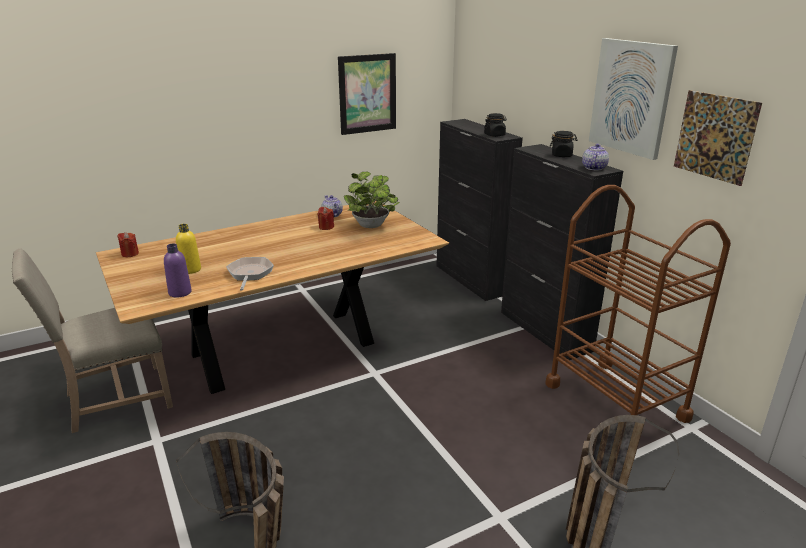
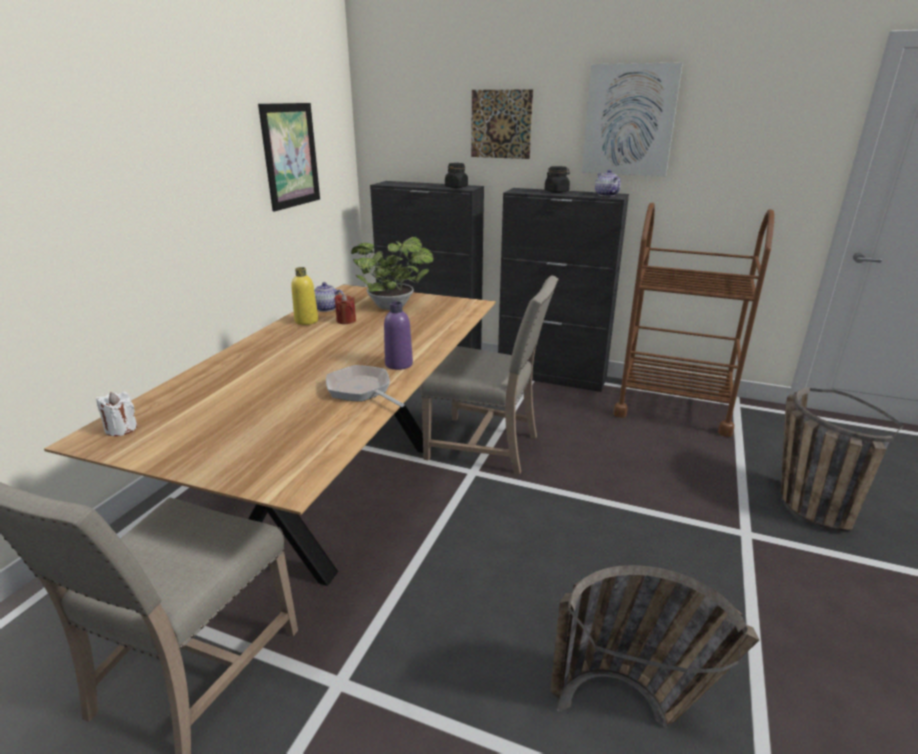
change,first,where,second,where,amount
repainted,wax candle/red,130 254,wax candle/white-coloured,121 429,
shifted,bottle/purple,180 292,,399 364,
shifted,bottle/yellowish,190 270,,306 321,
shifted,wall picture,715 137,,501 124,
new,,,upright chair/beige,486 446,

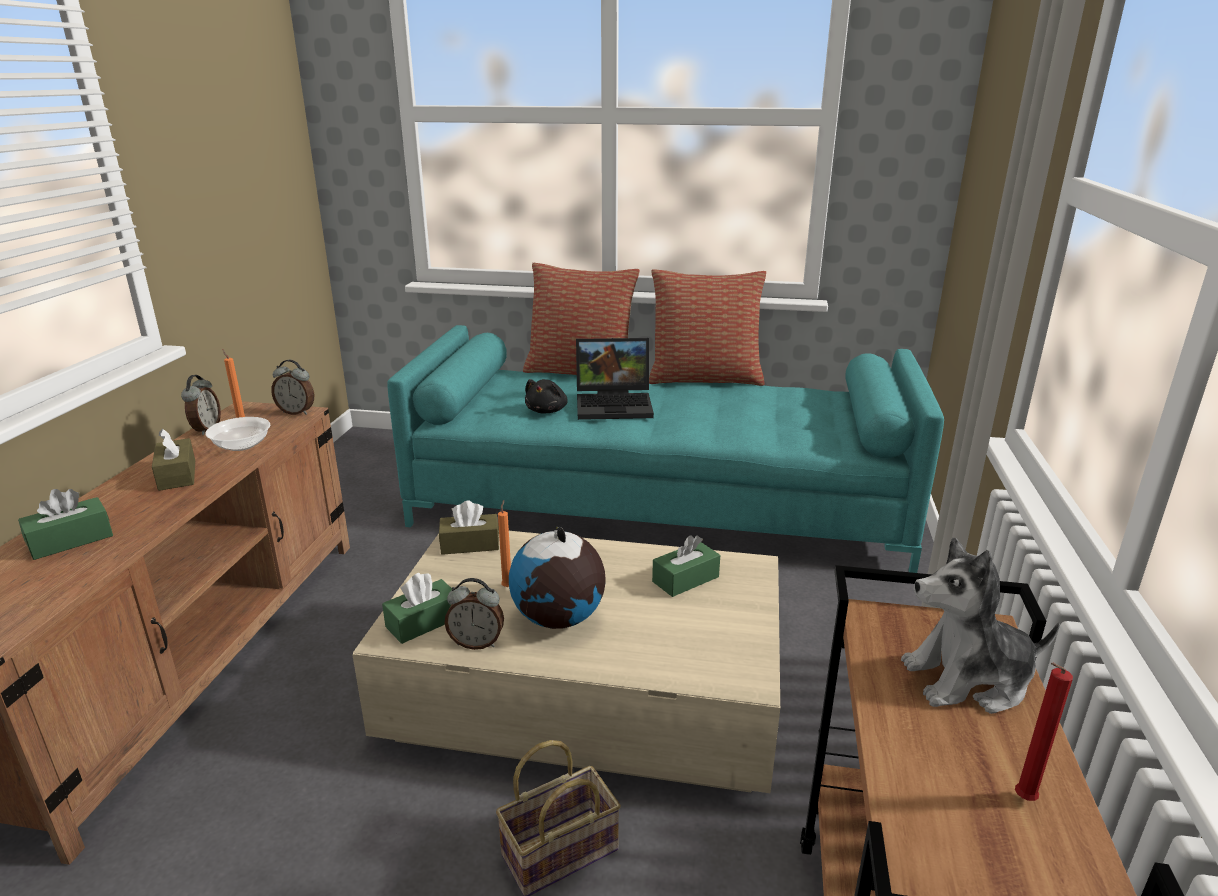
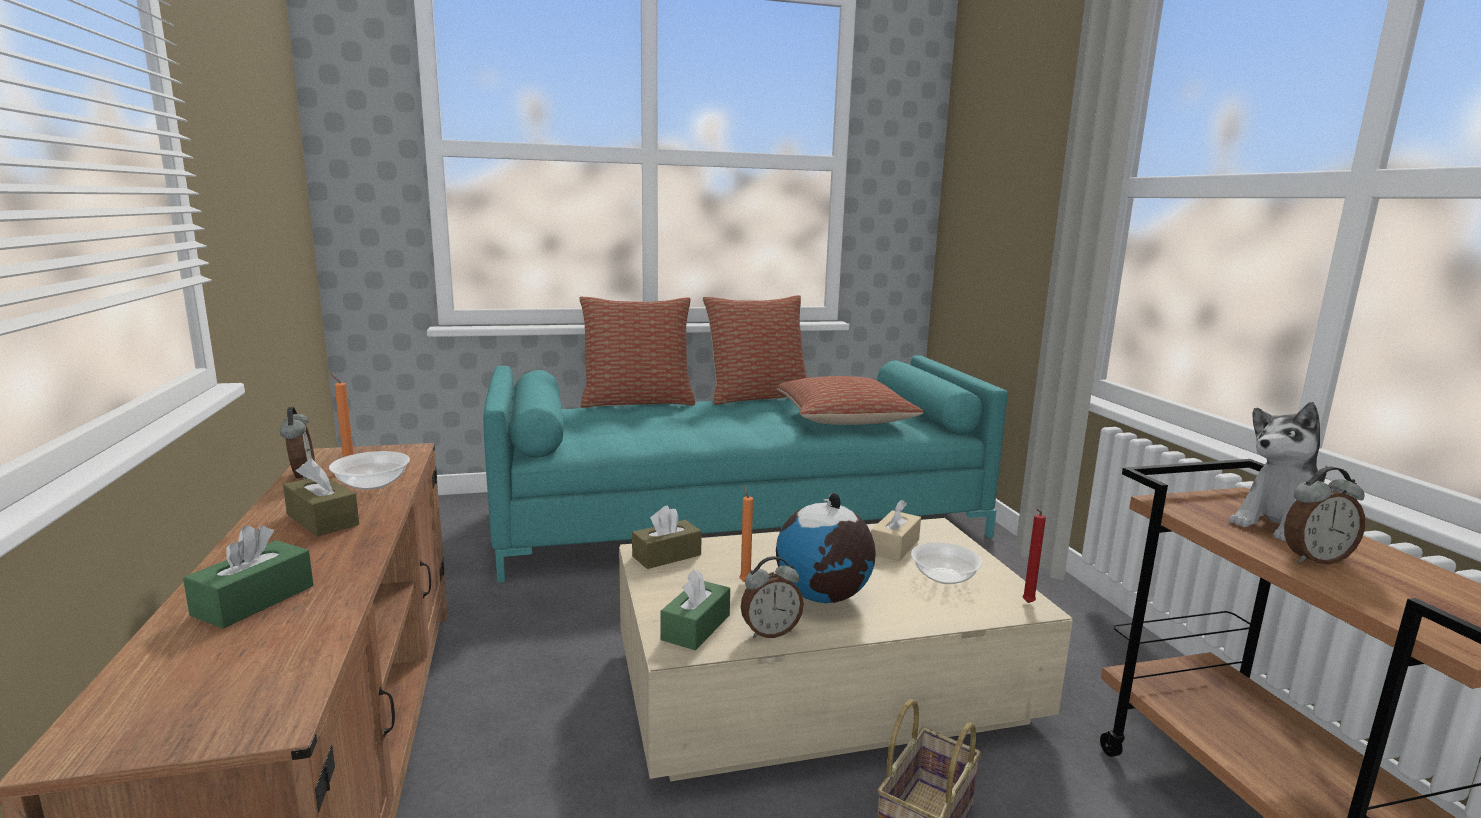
change,first,where,second,where,amount
shifted,table clock,297 412,,1314 559,
gone,plush toy/black,547 410,,,
gone,notebook computer,616 404,,,
repainted,tissue holder/green,685 579,tissue holder/beige,894 546,
shifted,wax candle/red,1021 799,,1027 603,
new,,,cushion,844 419,
new,,,serving bowl,944 577,

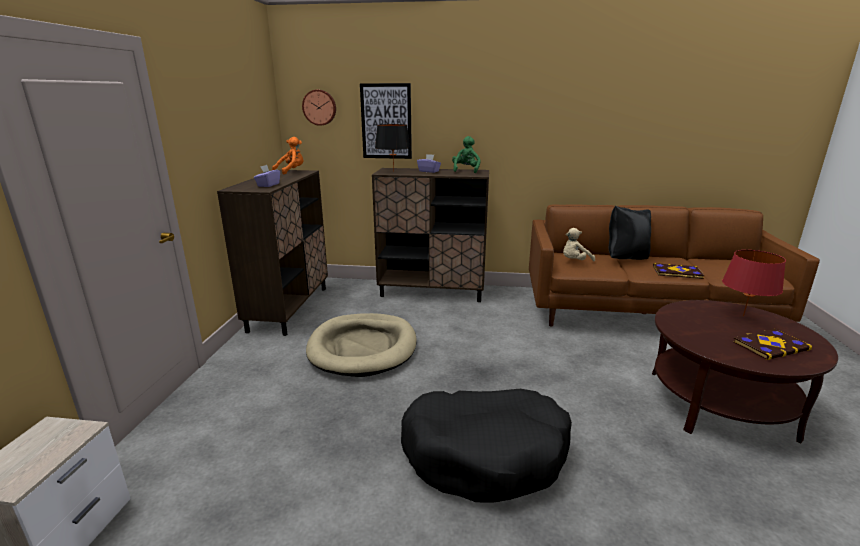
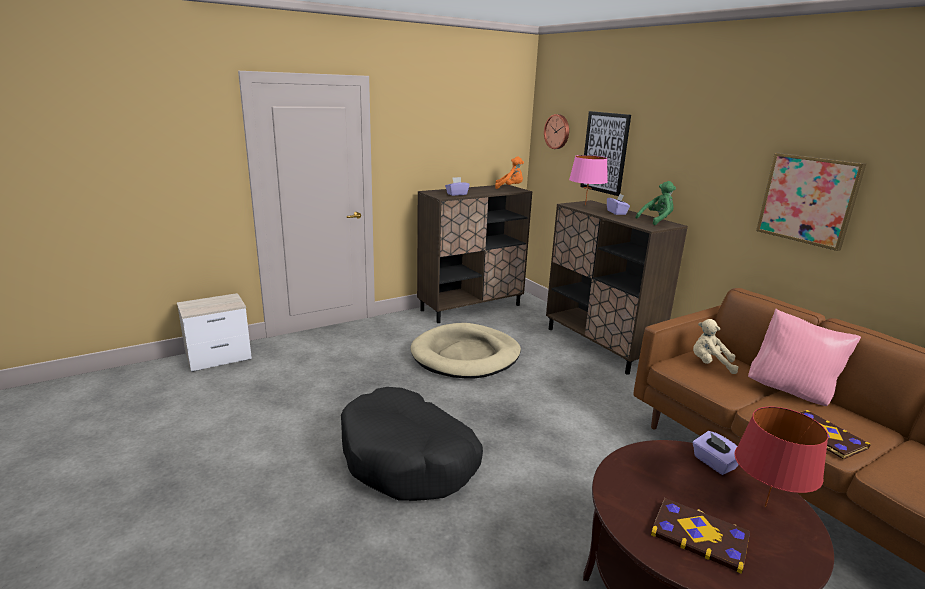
change,first,where,second,where,amount
repainted,lamp for a table/black,393 171,lamp for a table/pink-coloured,585 205,
repainted,cushion/black,625 259,cushion/pink-coloured,791 392,
new,,,tissue holder/purple,714 463,
new,,,wall picture,808 199,

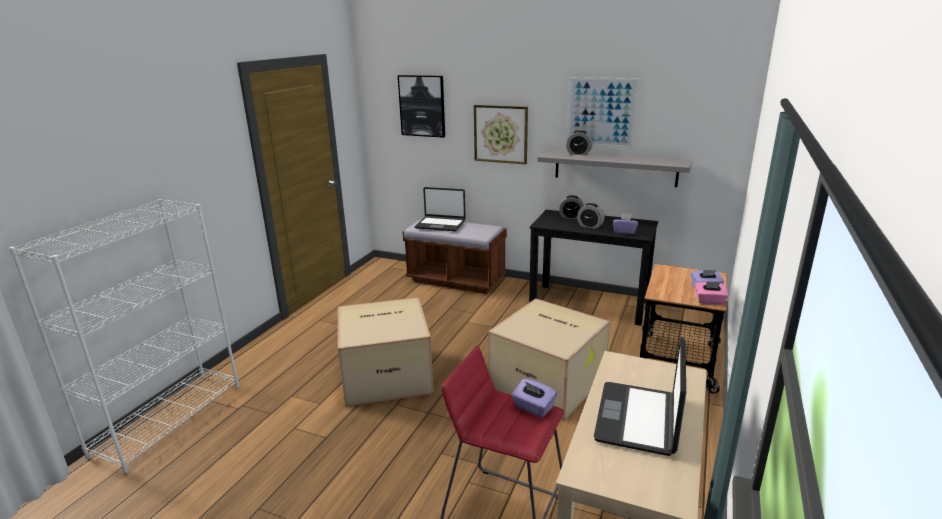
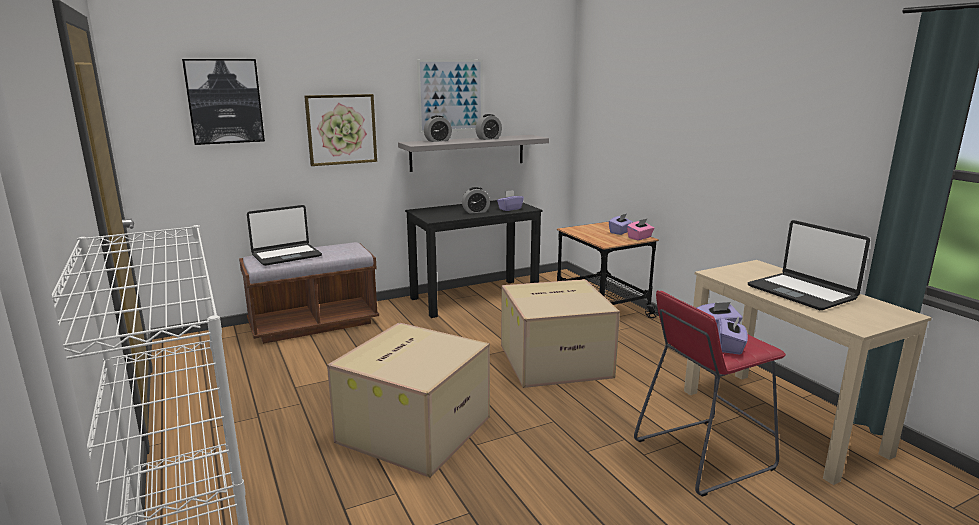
change,first,where,second,where,amount
shifted,table clock,571 217,,488 139,
new,,,tissue holder/purple,730 347,

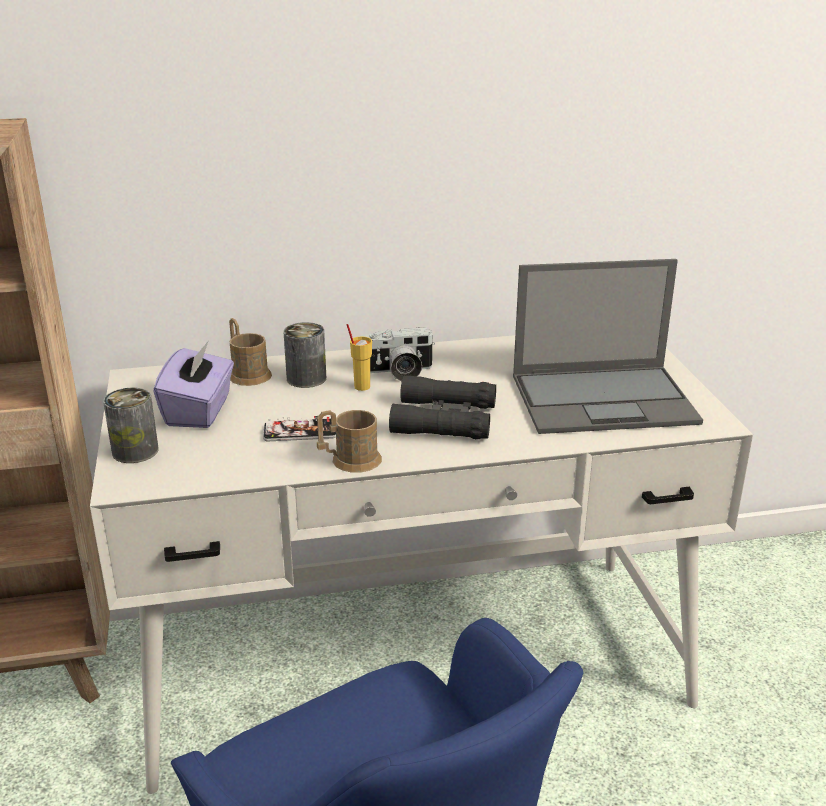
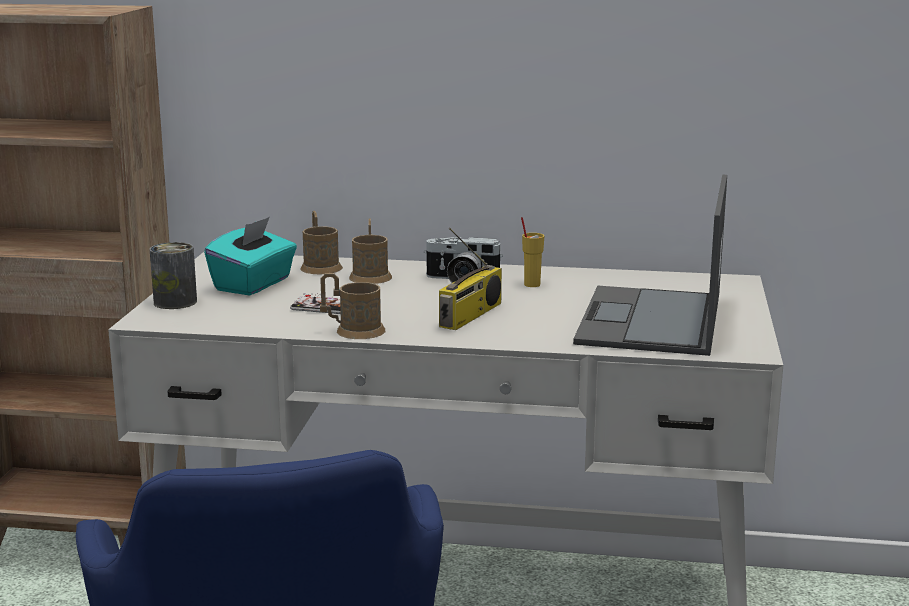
change,first,where,second,where,amount
repainted,tissue holder/purple,199 411,tissue holder/turquoise-coloured,253 284,
swapped,sealed can,306 378,mug/brownish,370 275,
shifted,drinking cup/yellowish,361 386,,532 284,
swapped,pair of binoculars/black,444 419,radio set,471 316,
rotated,notebook computer,605 399,,651 322,90 degrees clockwise

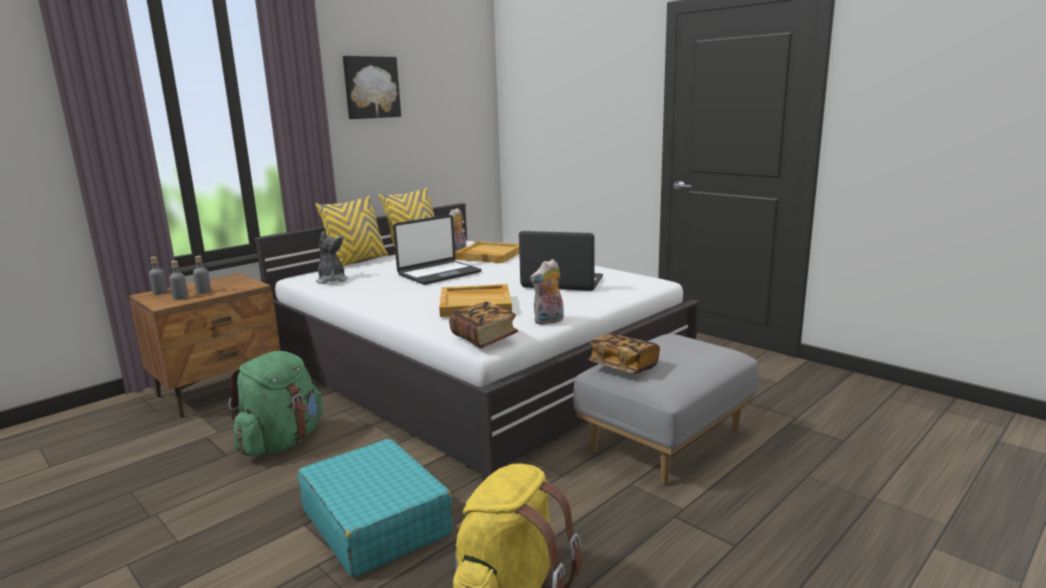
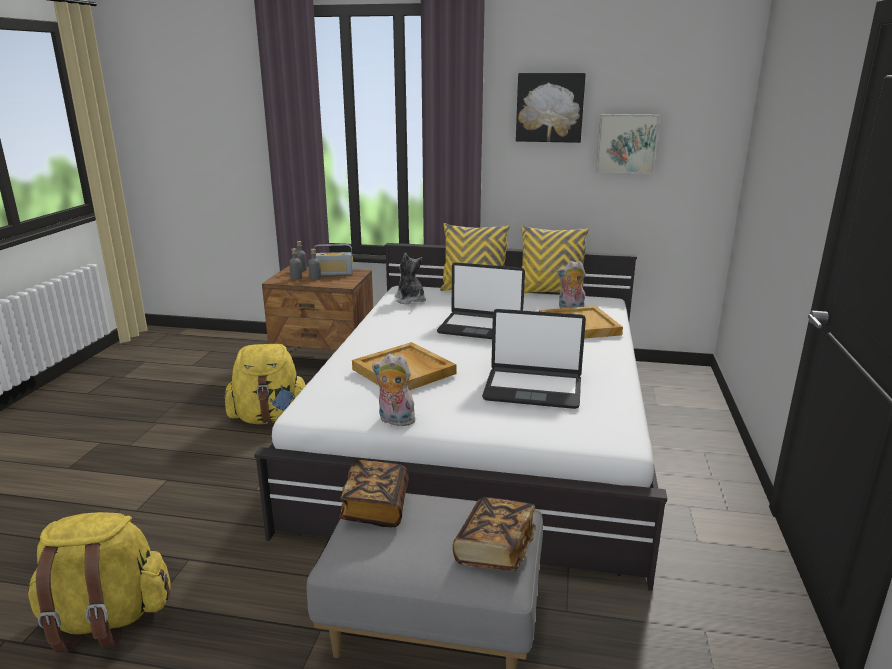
change,first,where,second,where,amount
repainted,backpack/green,282 442,backpack/yellowish,270 418,
gone,travel case/turquoise-coloured,376 521,,,
rotated,plush toy,331 280,,410 300,60 degrees counterclockwise
shifted,volume,484 338,,495 549,
rotated,notebook computer,562 283,,533 389,120 degrees clockwise
new,,,radio set,334 273,
new,,,wall picture,626 143,

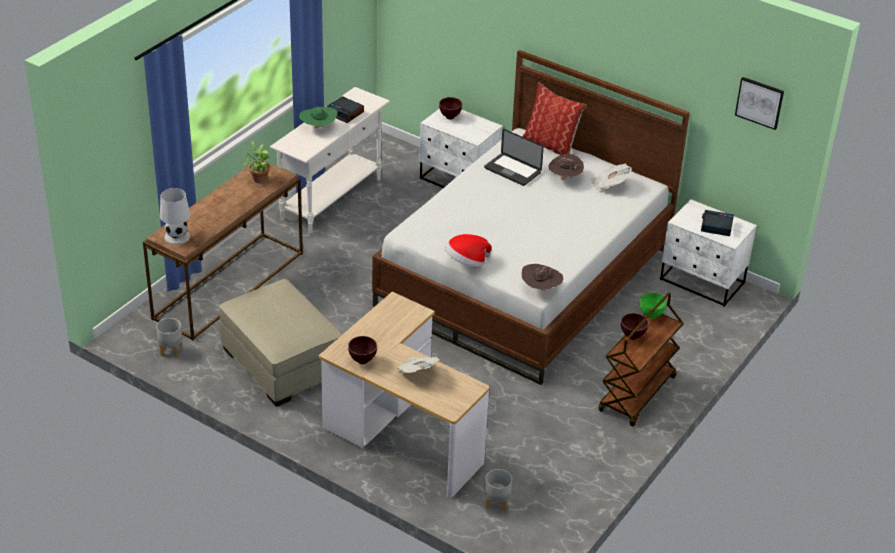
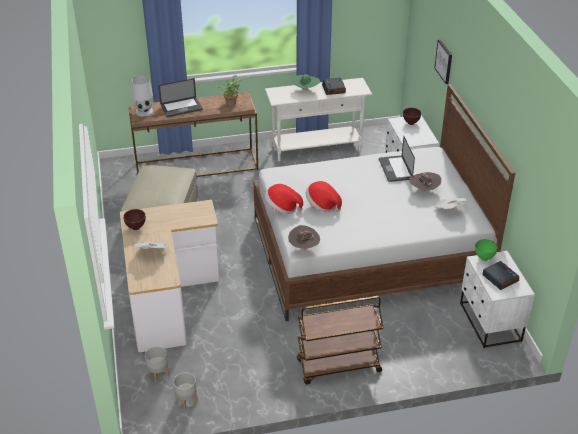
change,first,where,second,where,amount
shifted,planter/gray,171 351,,186 400,
gone,cushion,551 145,,,
gone,serving bowl/brownish,633 336,,,
shifted,serving bowl/green,650 315,,483 258,
shifted,wall picture,759 102,,444 61,
new,,,notebook computer,181 108,
new,,,hat,322 205,

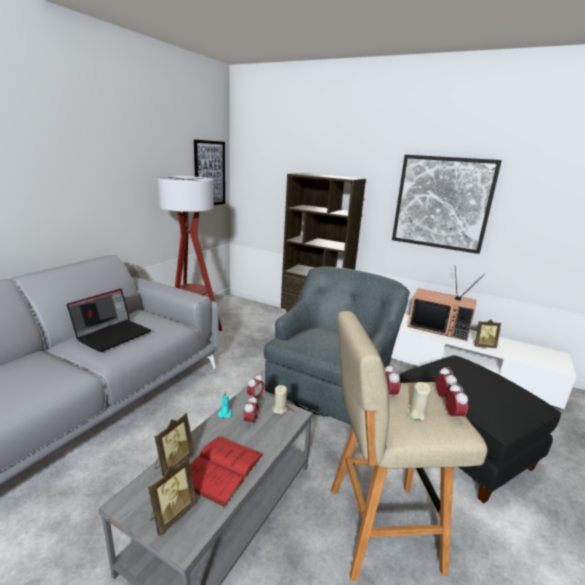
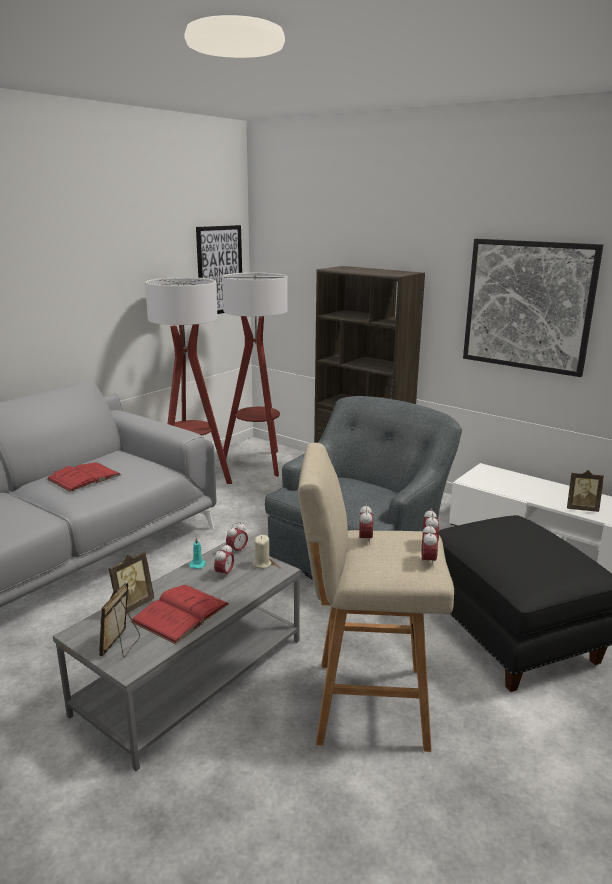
change,first,where,second,where,amount
swapped,notebook computer,113 334,volume/red,84 477,
rotated,standing frame,172 515,,121 645,150 degrees clockwise
gone,wax candle/beige,416 413,,,
gone,TV,439 328,,,
new,,,standard lamp,258 463,

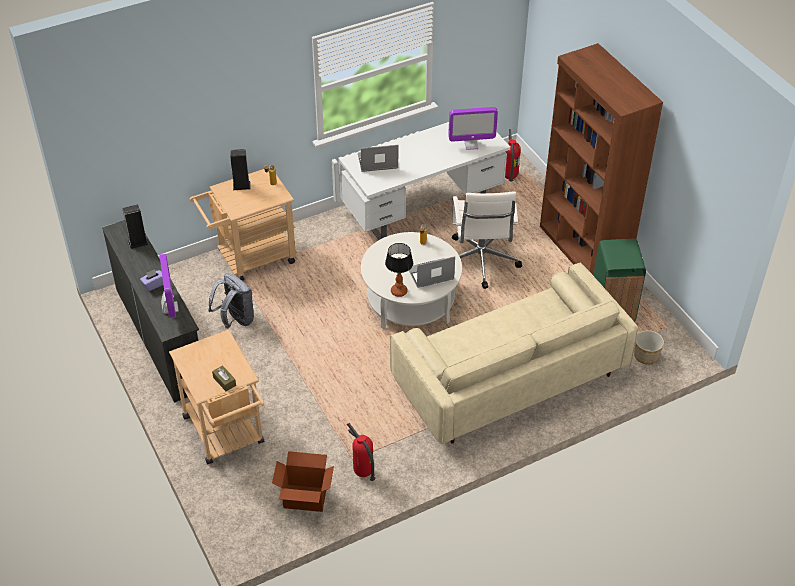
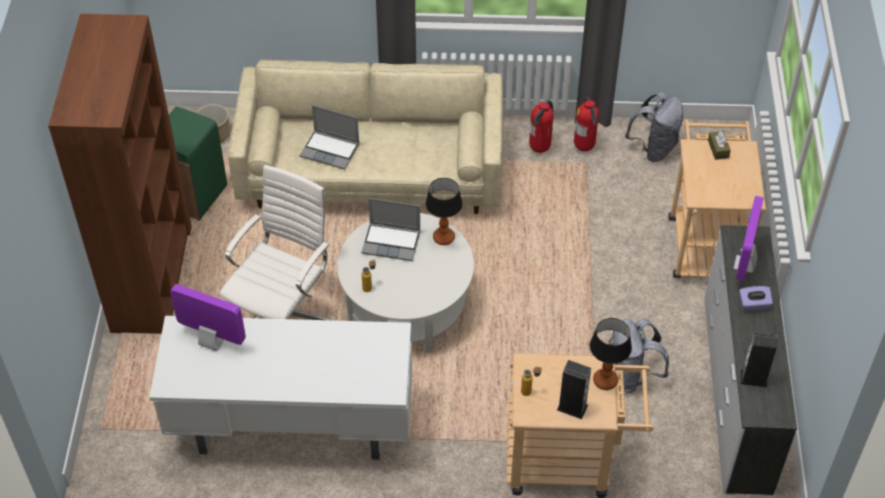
change,first,where,second,where,amount
swapped,carton,305 498,backpack/gray,654 148,
shifted,notebook computer,377 162,,331 150,
shifted,extinguisher,509 177,,540 149,
new,,,lamp for a table,604 380,

